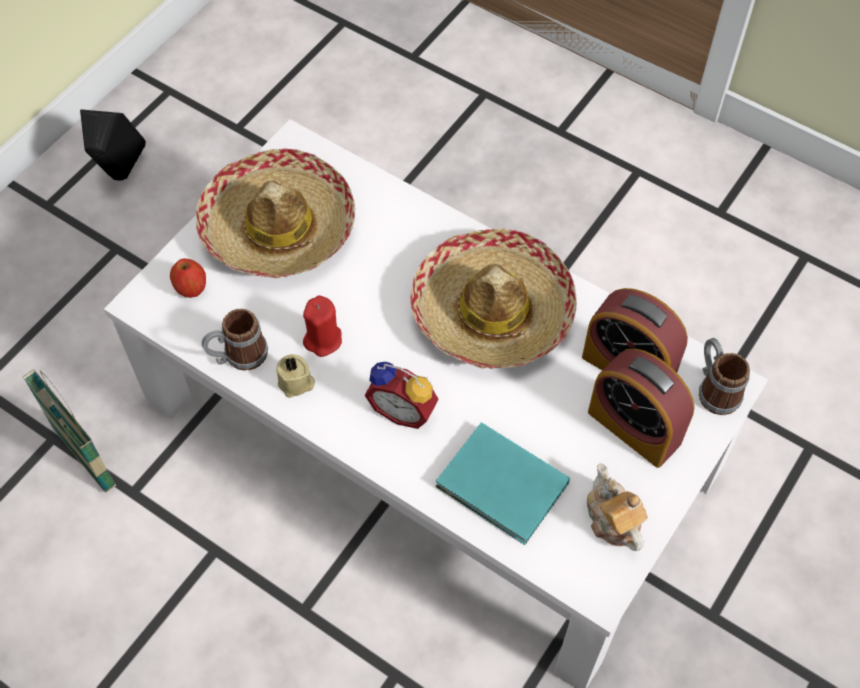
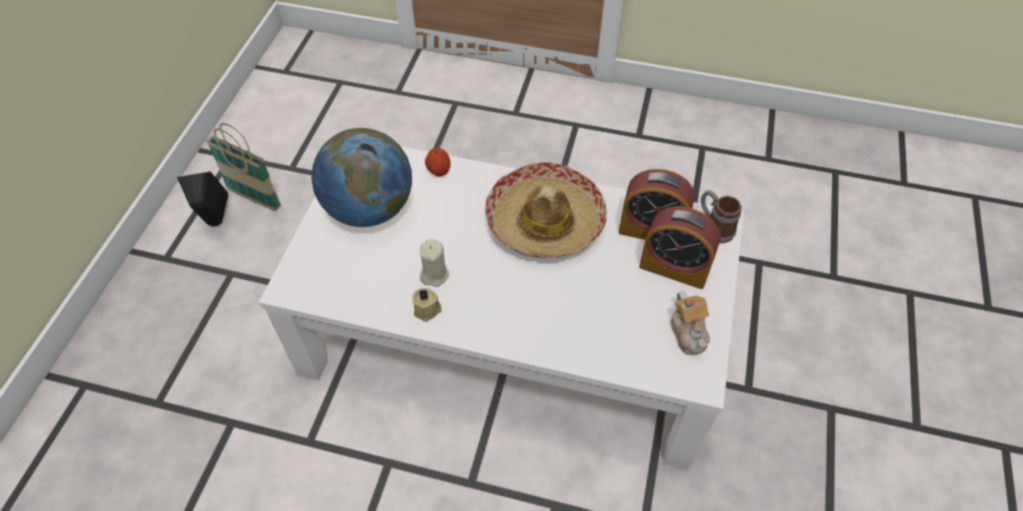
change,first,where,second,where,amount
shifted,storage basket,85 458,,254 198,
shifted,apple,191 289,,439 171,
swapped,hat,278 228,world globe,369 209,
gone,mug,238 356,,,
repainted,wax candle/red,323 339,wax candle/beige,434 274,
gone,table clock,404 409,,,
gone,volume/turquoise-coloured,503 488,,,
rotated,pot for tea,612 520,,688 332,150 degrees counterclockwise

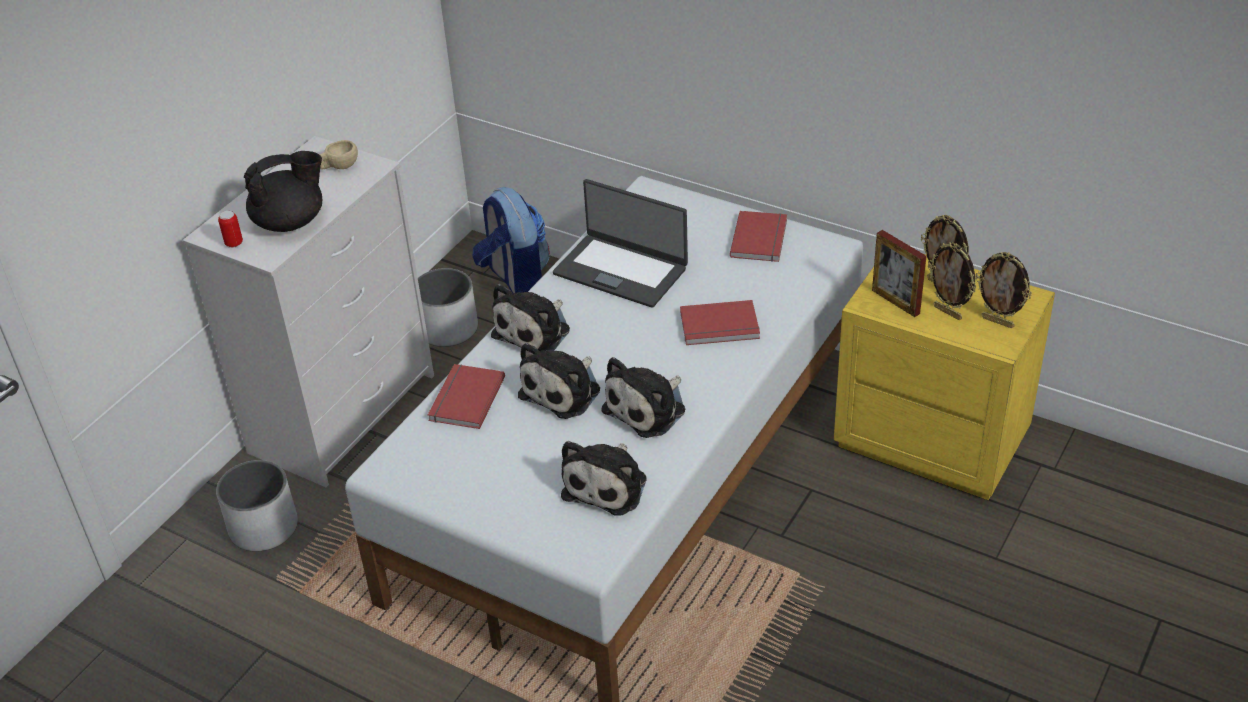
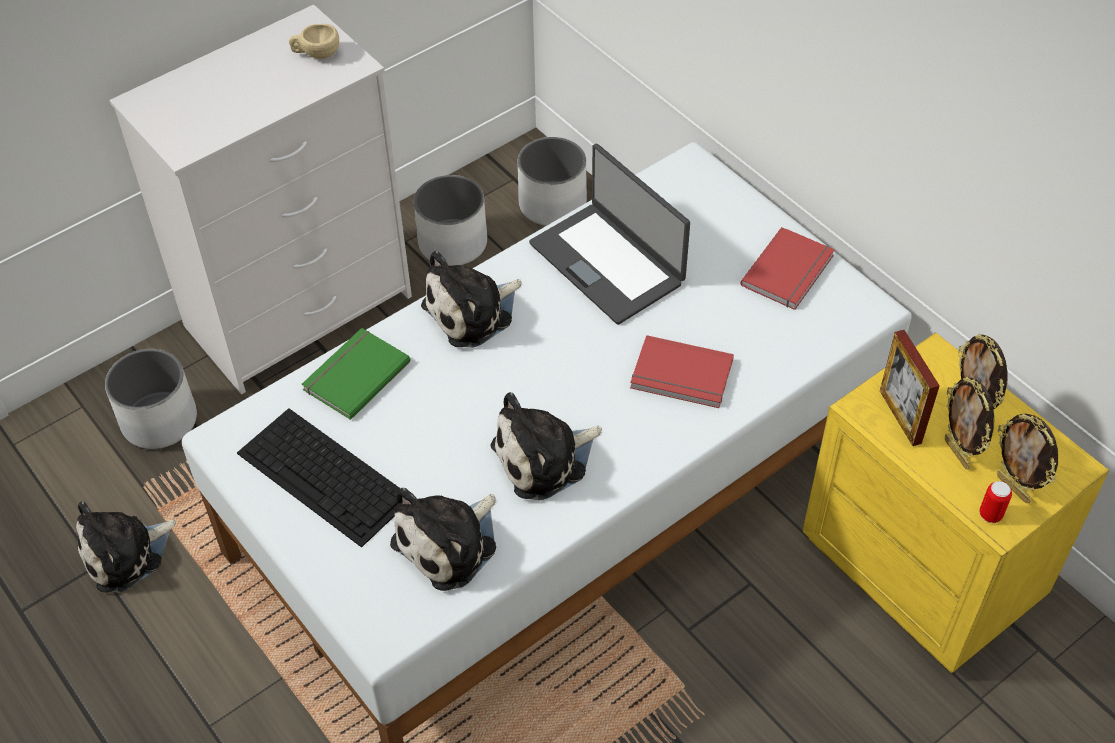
change,first,where,second,where,amount
shifted,sealed can,234 243,,990 514,
gone,pot for tea/black,291 222,,,
repainted,volume/red,464 399,volume/green,354 375,
swapped,backpack,515 280,planter/white-coloured,552 204,
shifted,plush toy,563 391,,126 553,
new,,,PC keyboard,326 476,

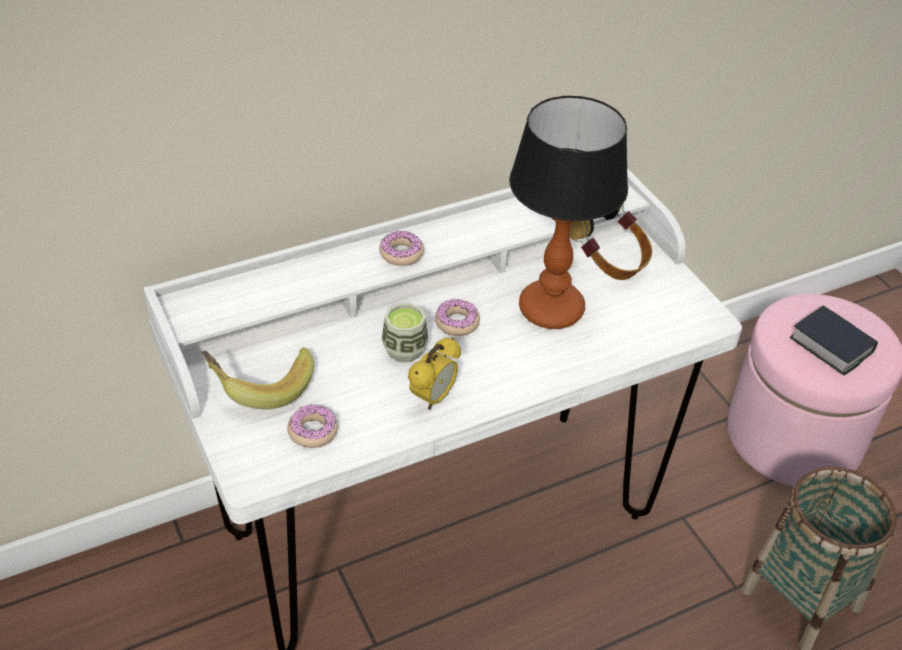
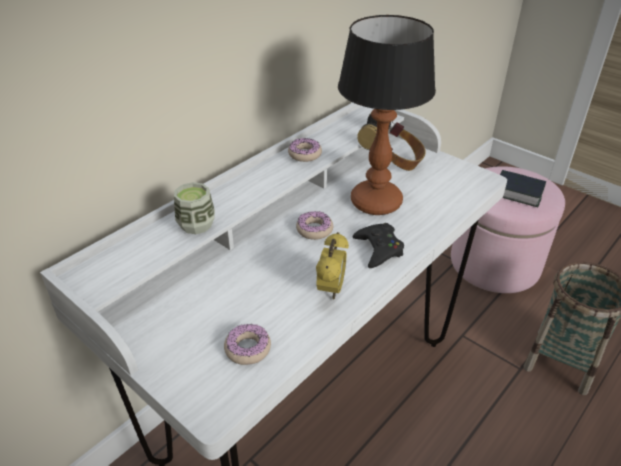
change,first,where,second,where,amount
gone,banana fruit,260 384,,,
shifted,doughnut,401 253,,305 154,
shifted,drinking cup,404 350,,196 224,
new,,,gamepad/black,378 249,

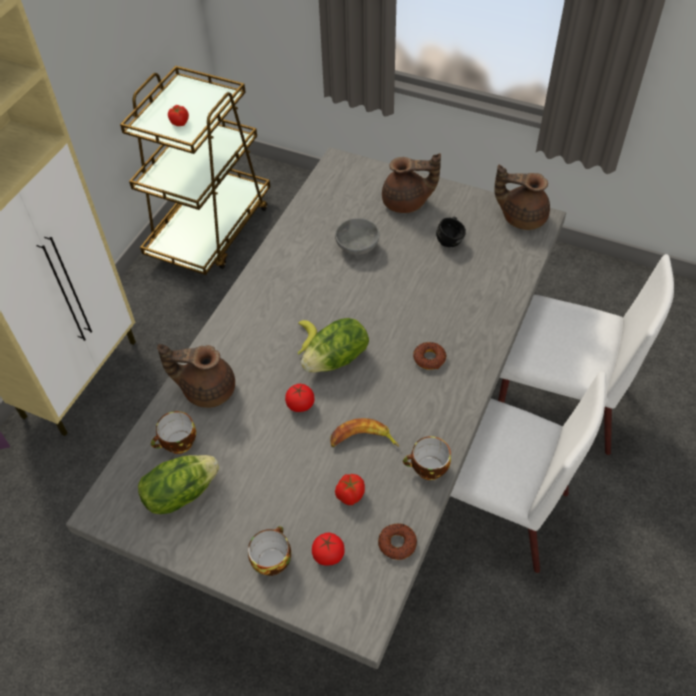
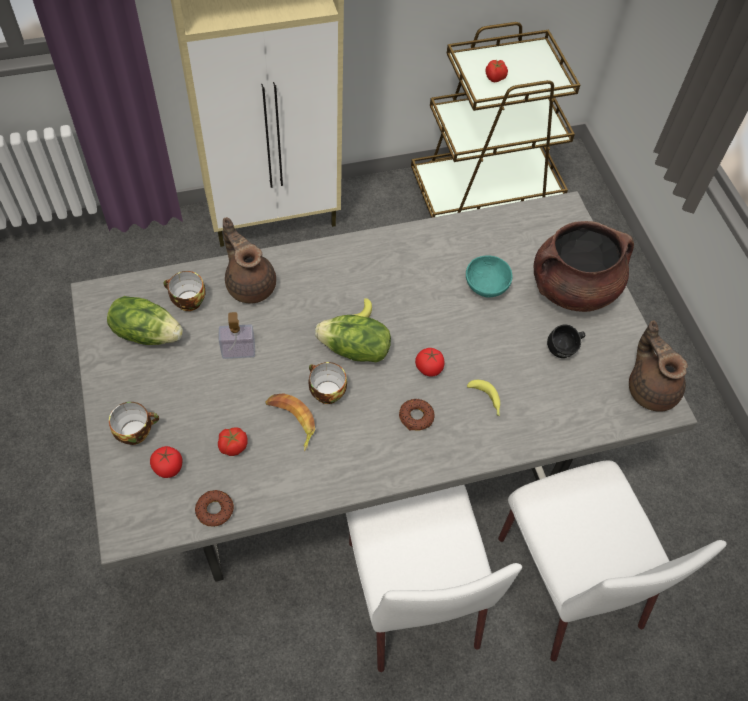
change,first,where,second,where,amount
shifted,whole tomato,300 404,,429 368,
repainted,serving bowl/gray,357 247,serving bowl/turquoise-coloured,485 286,
swapped,pot for tea/brownish,406 203,stockpot/brownish,572 288,
shifted,drinking cup,427 469,,325 392,
new,,,soap bottle,238 351,
new,,,banana fruit,486 400,

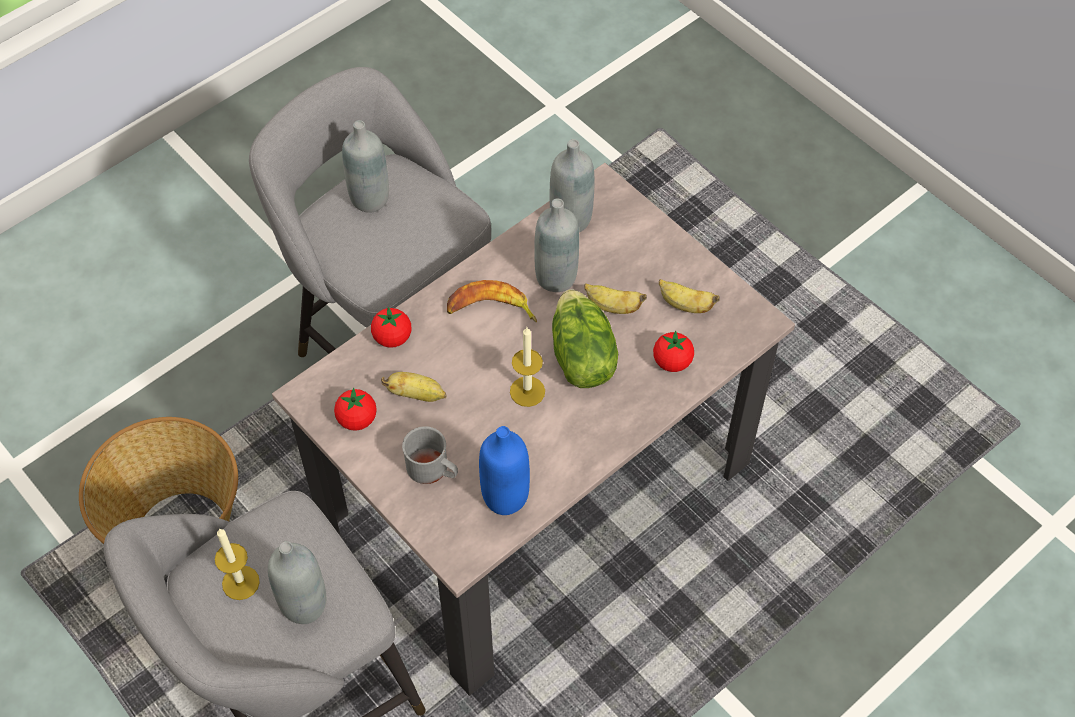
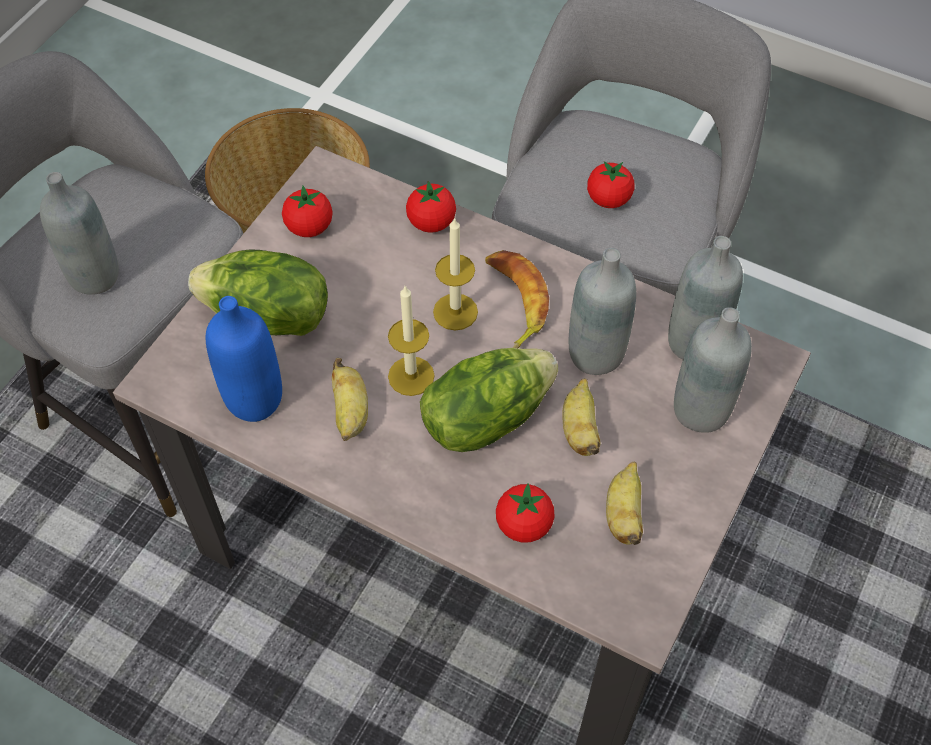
change,first,where,second,where,amount
shifted,wax candle,240 582,,455 312,
shifted,bottle/gray,369 198,,700 410,
shifted,banana fruit,417 395,,350 413,
swapped,mug/gray,433 469,lettuce head,267 317,
new,,,whole tomato,608 199,

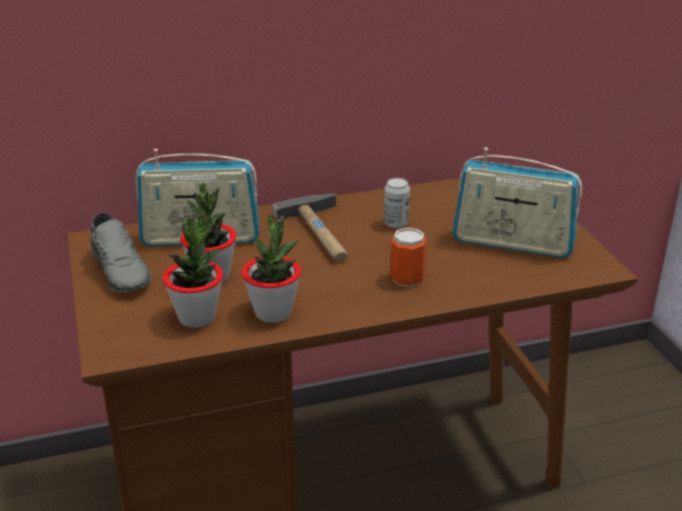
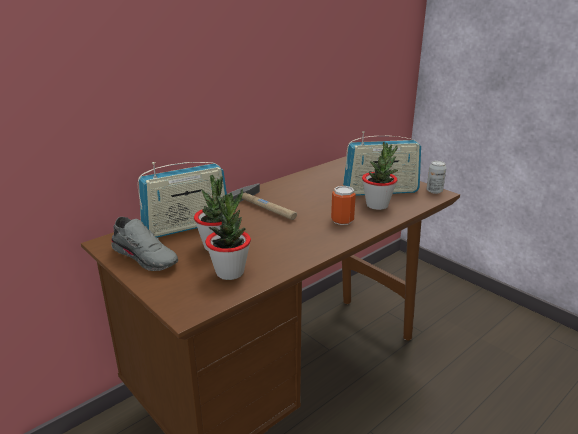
change,first,where,second,where,amount
shifted,potted plant,273 313,,377 205,
shifted,sealed can,396 223,,434 191,

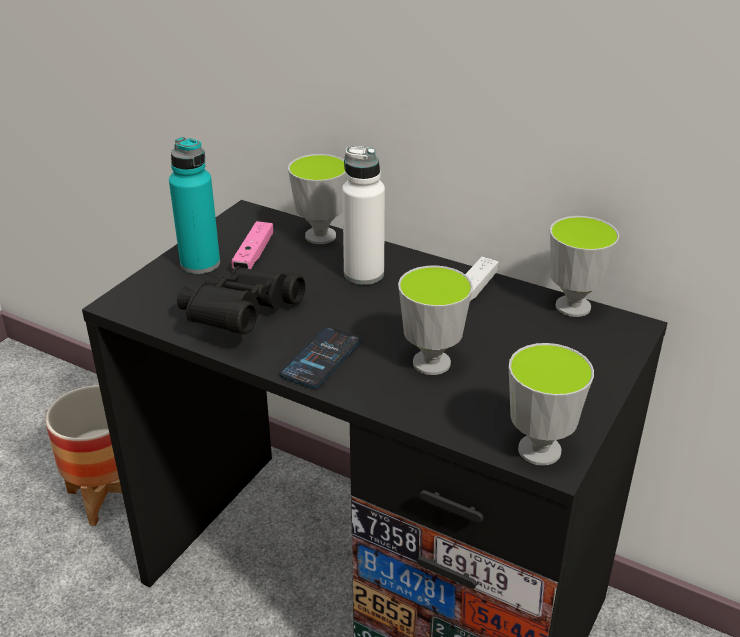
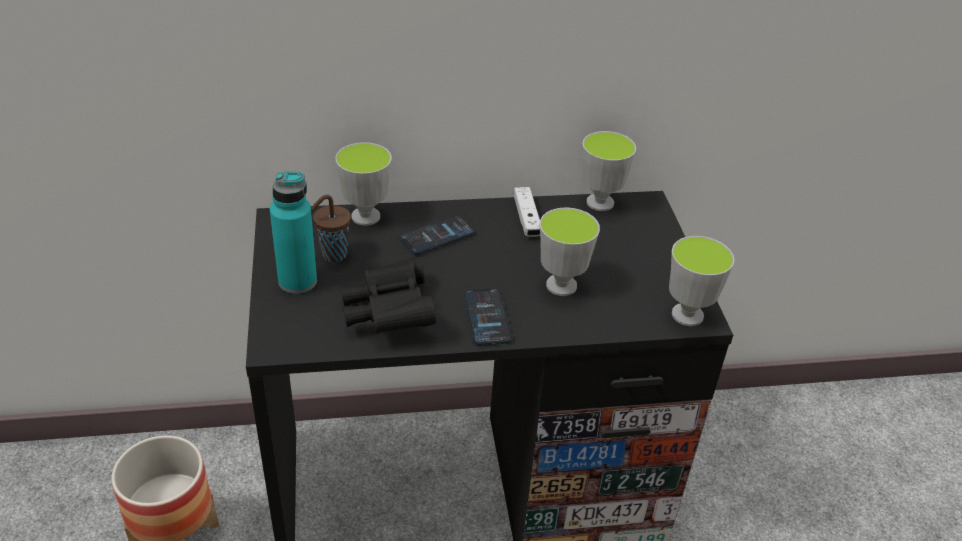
change,first,where,second,where,amount
swapped,gamepad/pink-coloured,253 255,drinking cup/brownish,332 255,
swapped,bottle/white-coloured,363 274,phone,437 236,

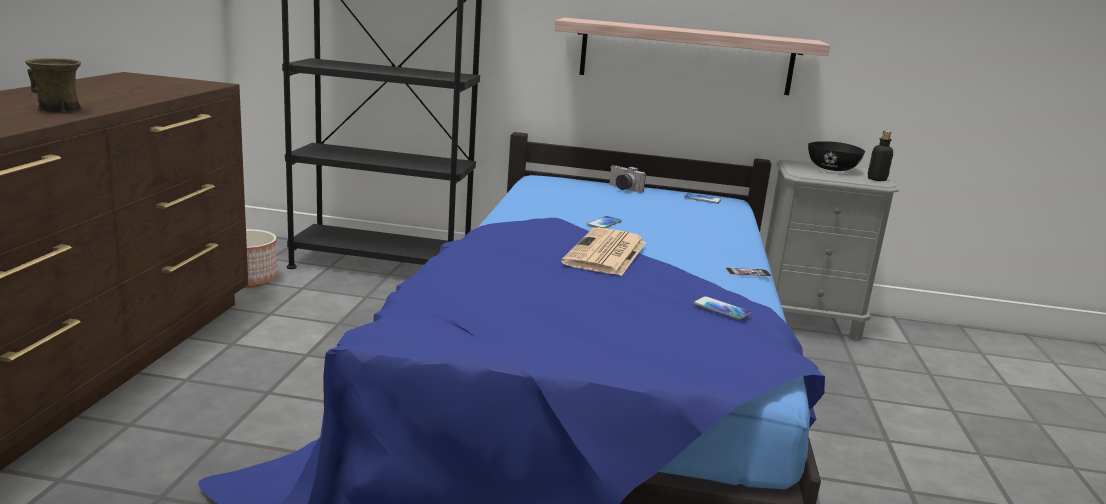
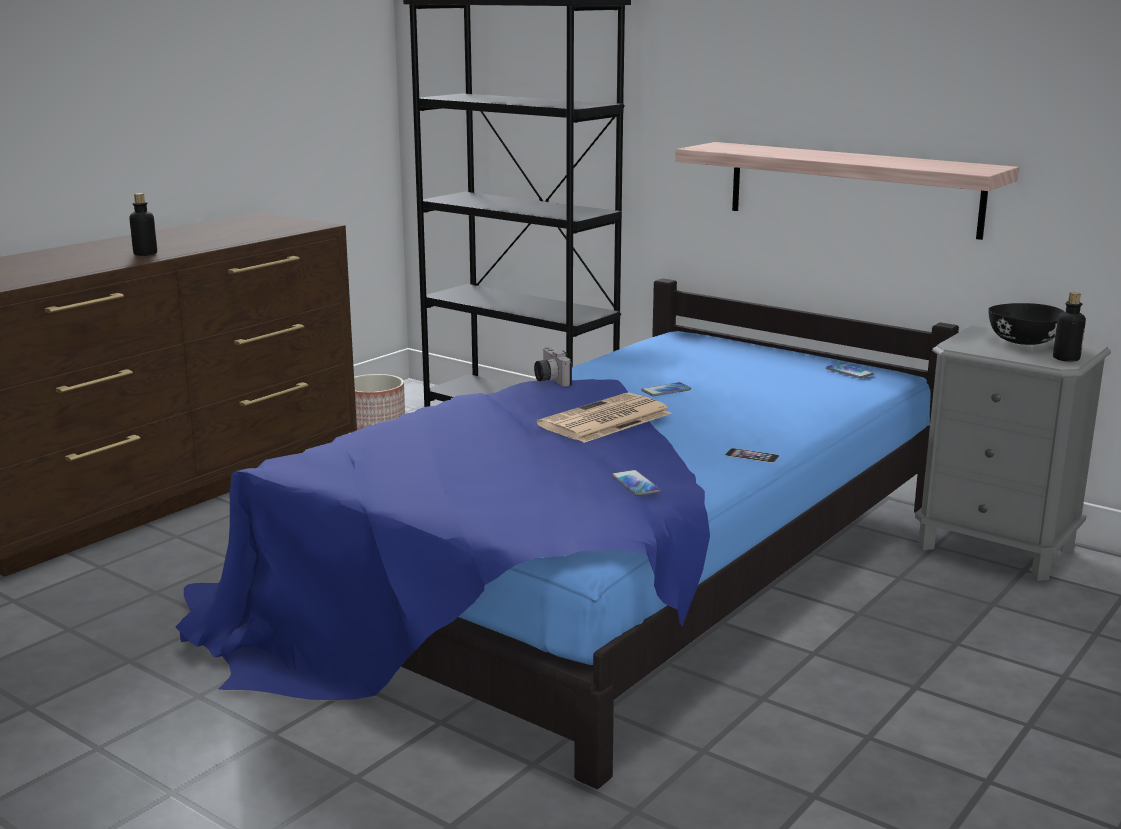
change,first,where,second,where,amount
swapped,mug/brownish,58 110,bottle,145 254,
shifted,photo camera,622 189,,549 380,

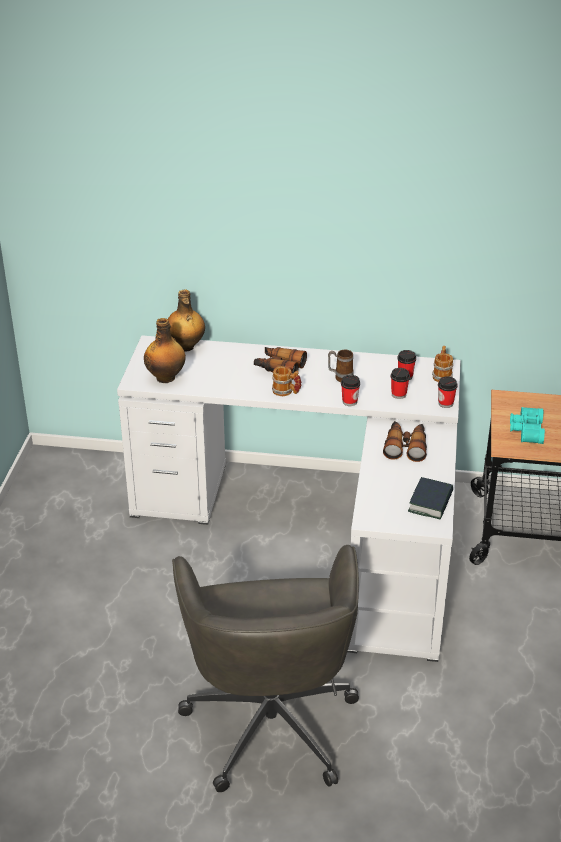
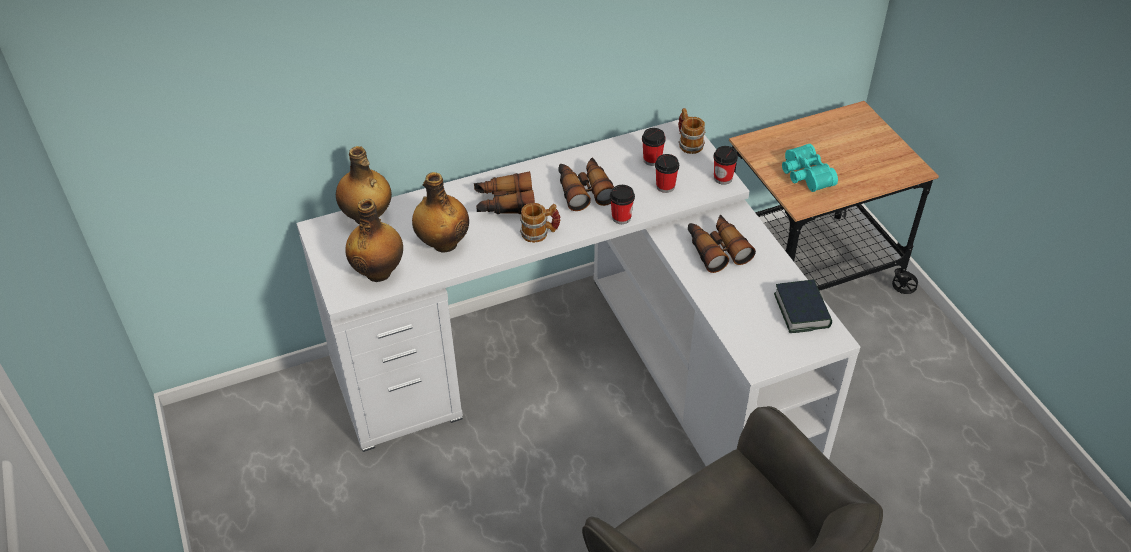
change,first,where,second,where,amount
swapped,mug,340 378,pair of binoculars,584 190,
new,,,bottle,443 243,

